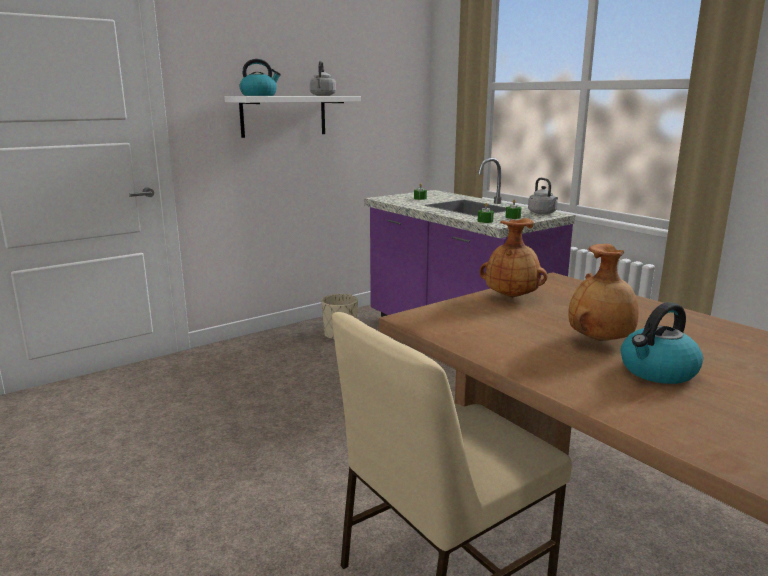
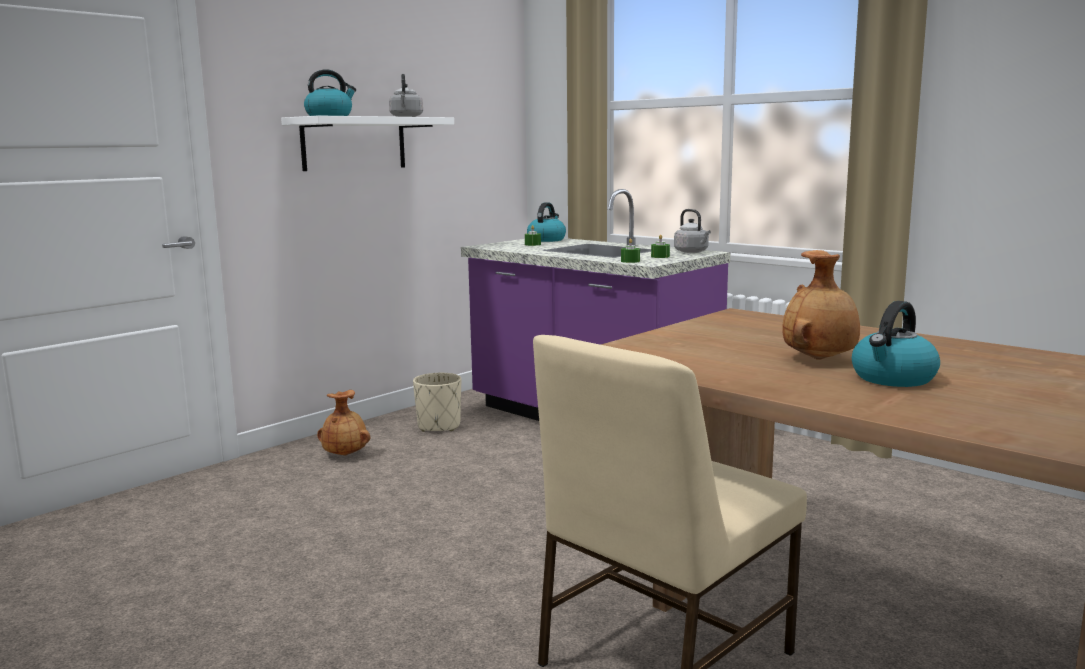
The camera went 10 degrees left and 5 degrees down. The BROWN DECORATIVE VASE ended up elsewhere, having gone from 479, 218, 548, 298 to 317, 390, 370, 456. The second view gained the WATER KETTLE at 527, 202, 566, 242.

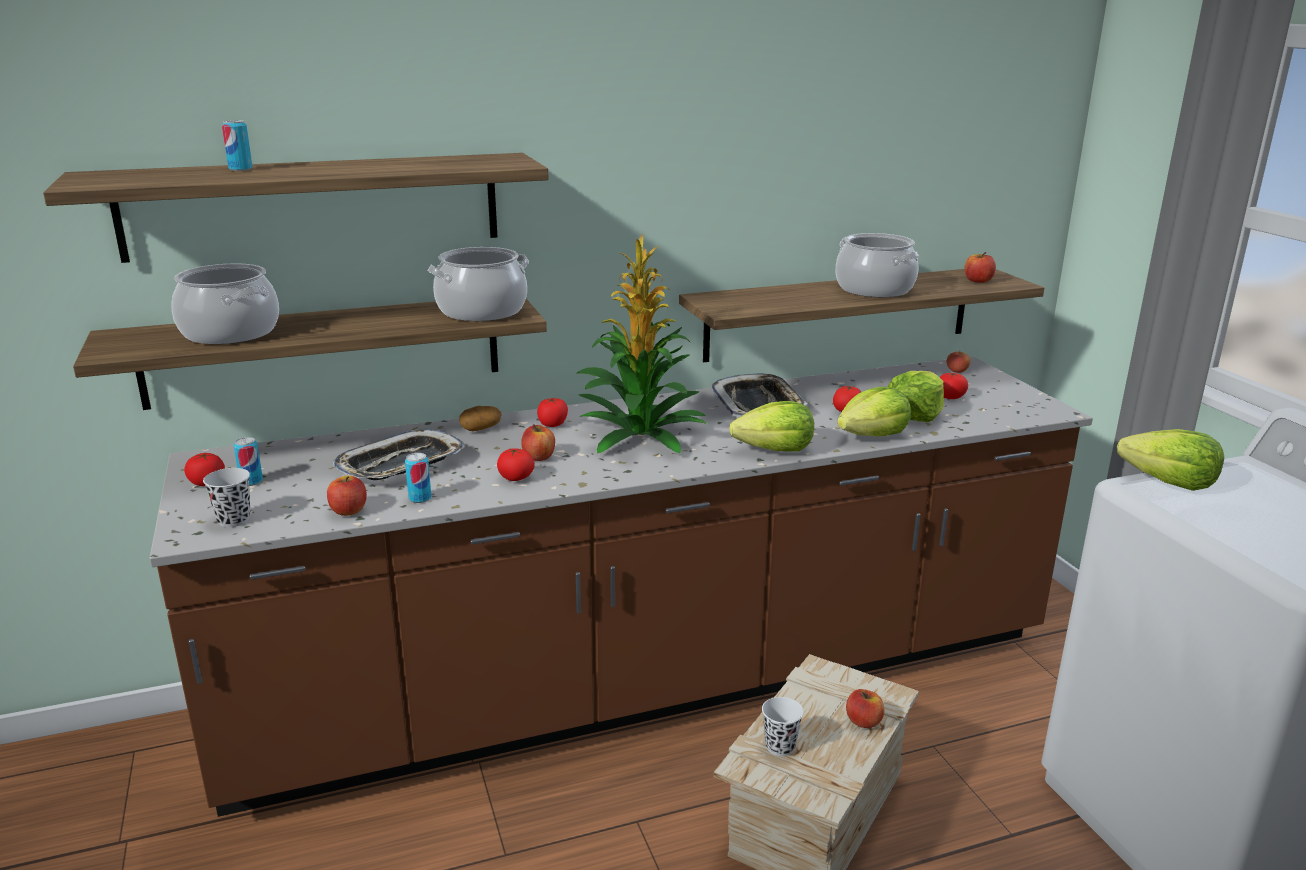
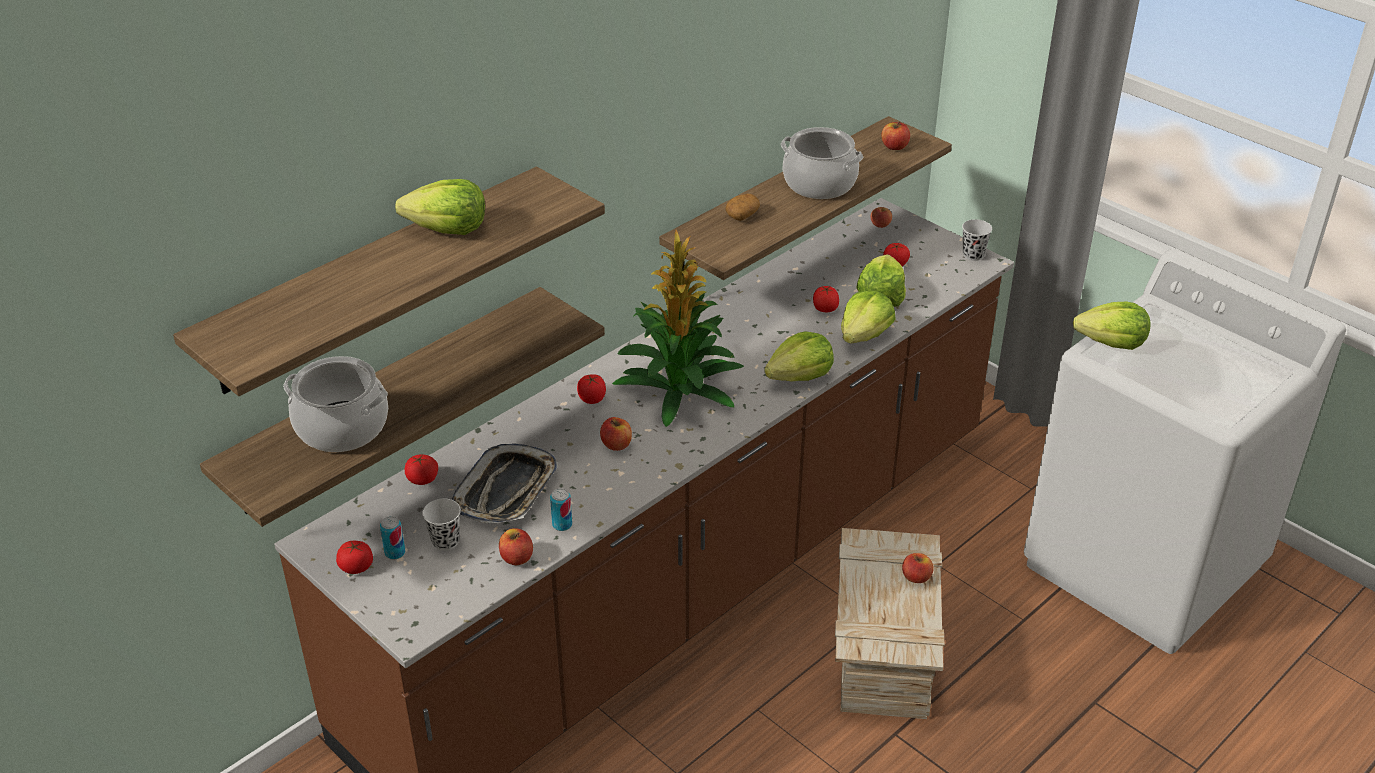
The camera went 25 degrees left and 15 degrees up. The BLACKISH DRINKING CUP ended up elsewhere, having gone from 203, 468, 250, 527 to 962, 219, 992, 261. The second view lost the CAN at 222, 120, 253, 171. The second view lost the STOCKPOT at 428, 247, 529, 321. The WHOLE POTATO ended up elsewhere, having gone from 459, 406, 501, 431 to 725, 194, 760, 221. The TOMATO ended up elsewhere, having gone from 497, 448, 535, 481 to 405, 455, 438, 485. The second view lost the CARRYING TRAY at 711, 373, 808, 417. The WHITE-COLOURED DRINKING CUP ended up elsewhere, having gone from 762, 697, 804, 756 to 422, 499, 461, 551. The second view gained the LETTUCE at 395, 179, 485, 235.

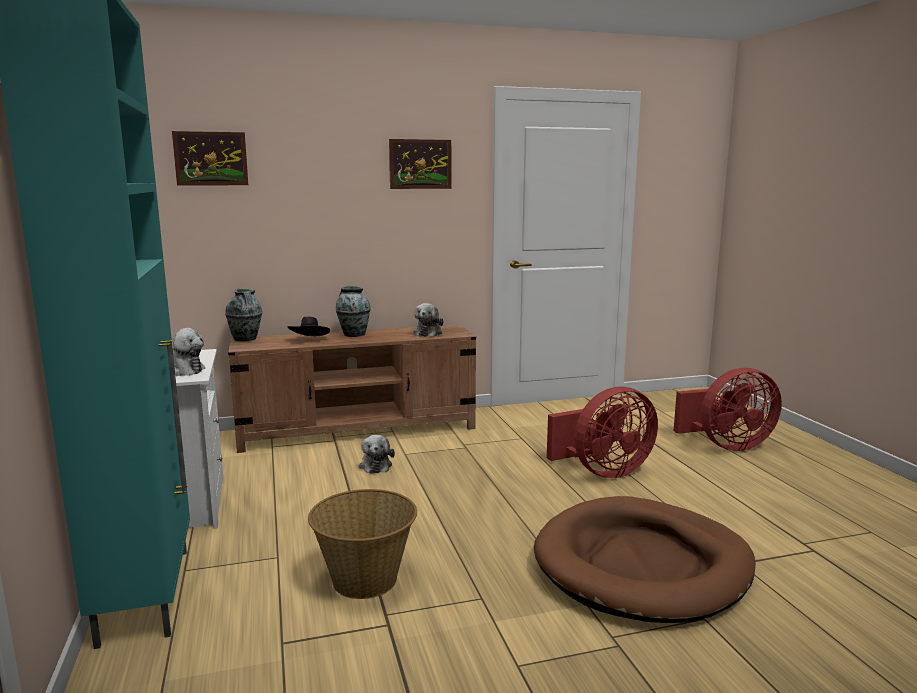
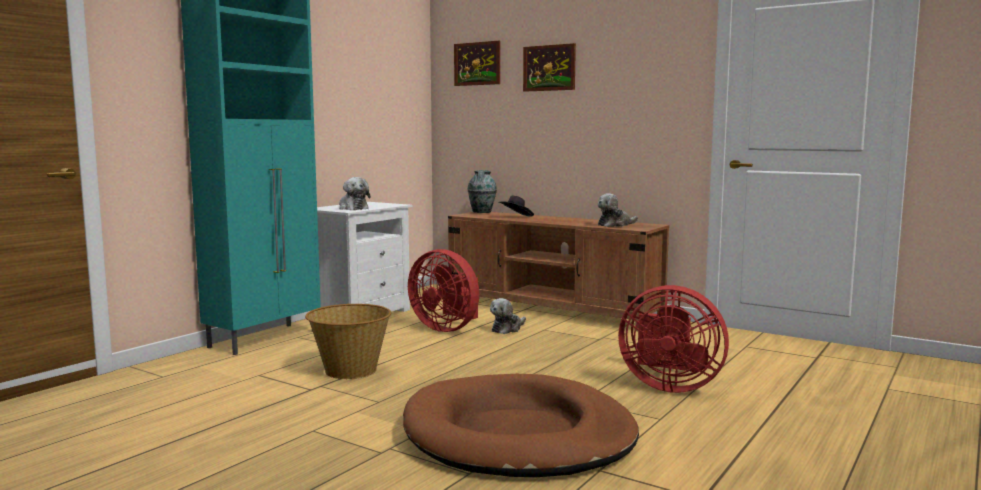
The camera went 50 degrees right and 5 degrees down. The second view lost the DECORATIVE VASE at 336, 286, 371, 337. The WALL ART ended up elsewhere, having gone from 389, 139, 451, 189 to 523, 43, 576, 92. The RED-COLOURED COOLING FAN ended up elsewhere, having gone from 674, 368, 782, 451 to 408, 249, 479, 332.

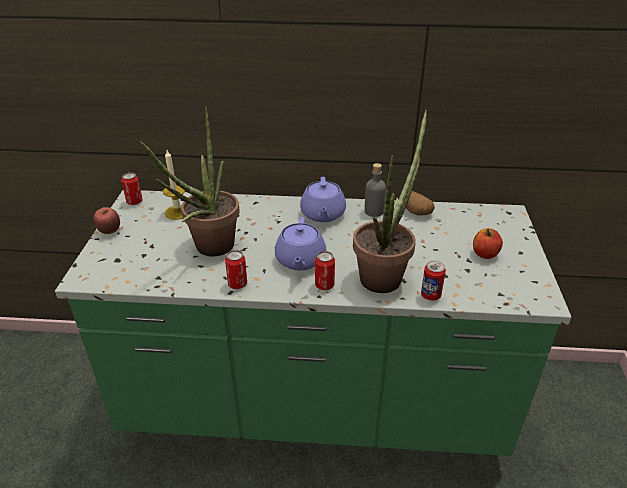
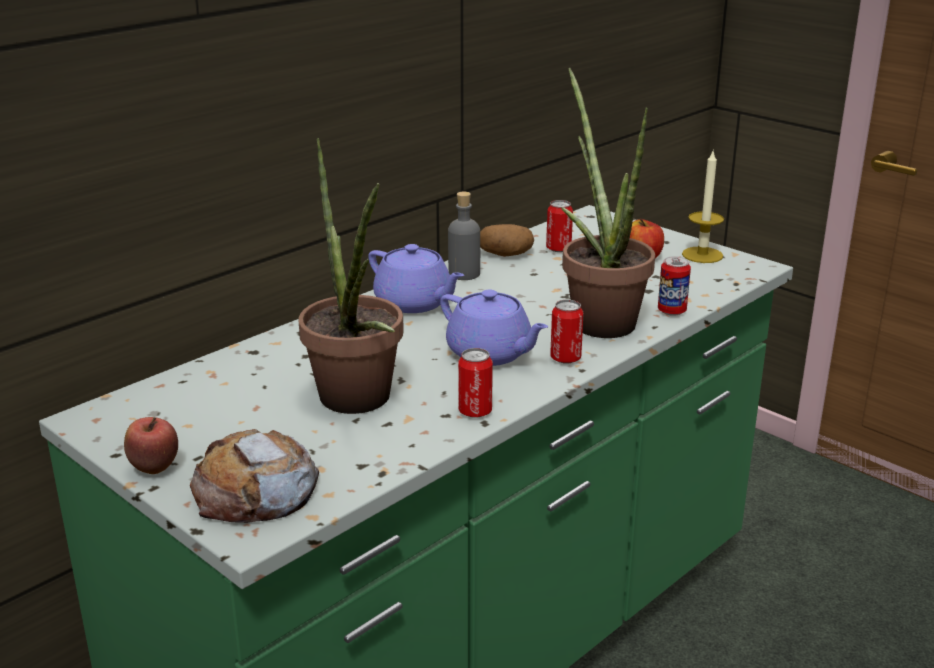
The camera went 50 degrees left and 10 degrees down. The CAN ended up elsewhere, having gone from 121, 172, 143, 205 to 546, 200, 573, 252. The CANDLE ended up elsewhere, having gone from 162, 150, 185, 220 to 682, 151, 724, 263. The second view gained the BAKED BREAD at 190, 429, 319, 523.

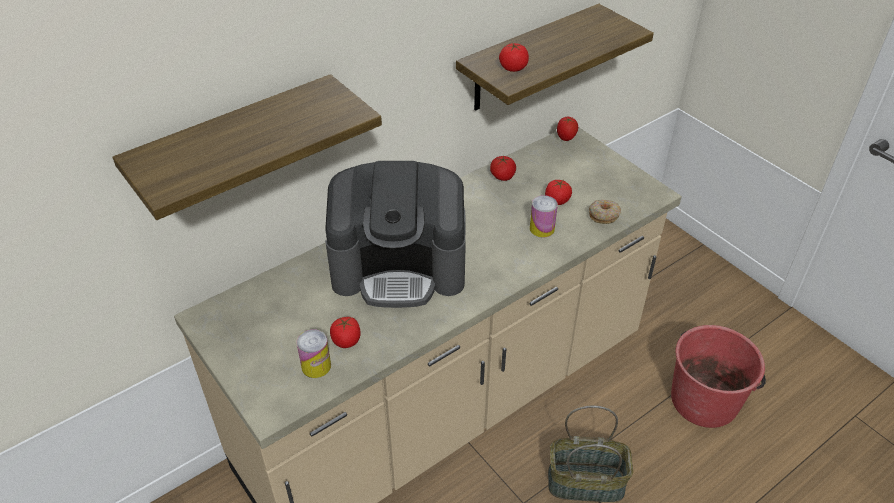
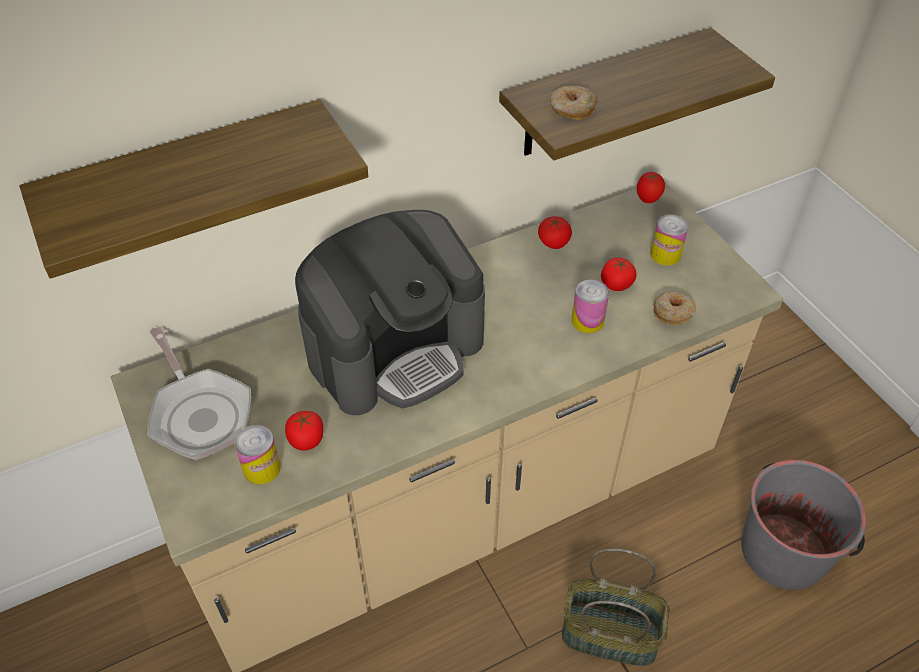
The camera went 10 degrees right and 5 degrees up. The COFFEE BREWER at 325, 161, 466, 308 ended up facing another way, 45 degrees counterclockwise from before. Where the TOMATO stood at 499, 43, 529, 72, the DONUT came to stand at 550, 86, 597, 120. What was the RED-COLOURED PAIL at 671, 325, 766, 428 turned into the GREY PAIL at 741, 460, 866, 590. The second view gained the PAN at 147, 326, 251, 460. The second view gained the CAN at 650, 214, 688, 266.

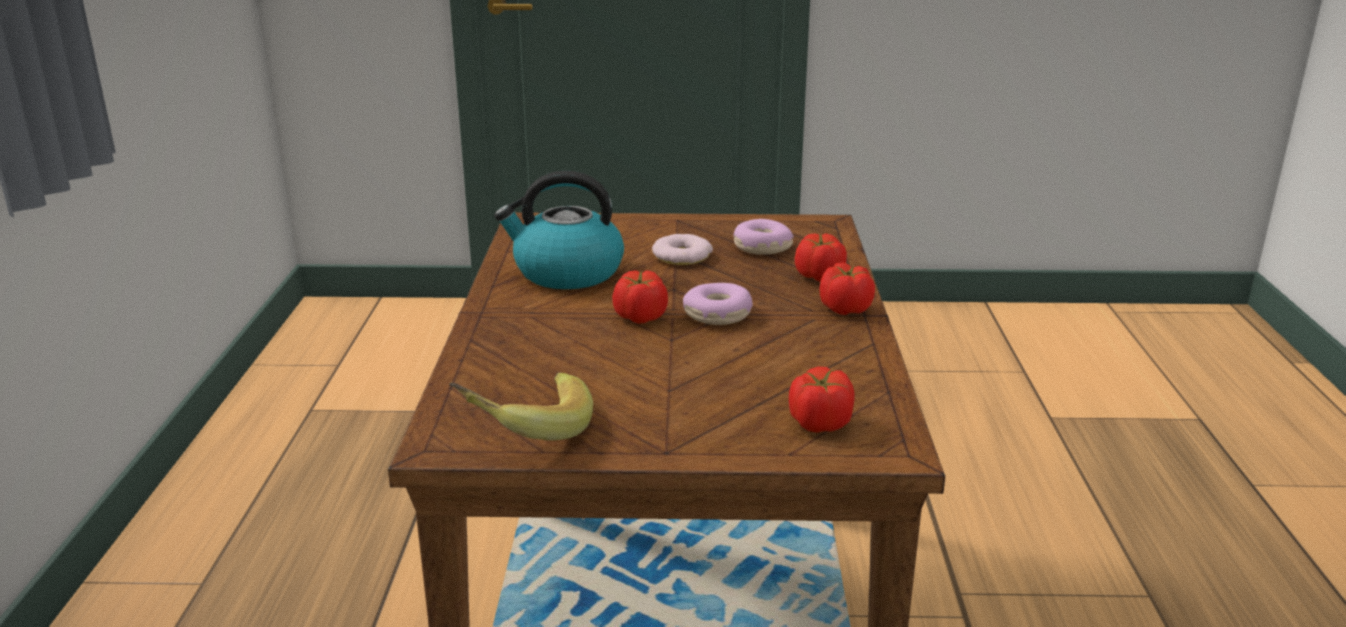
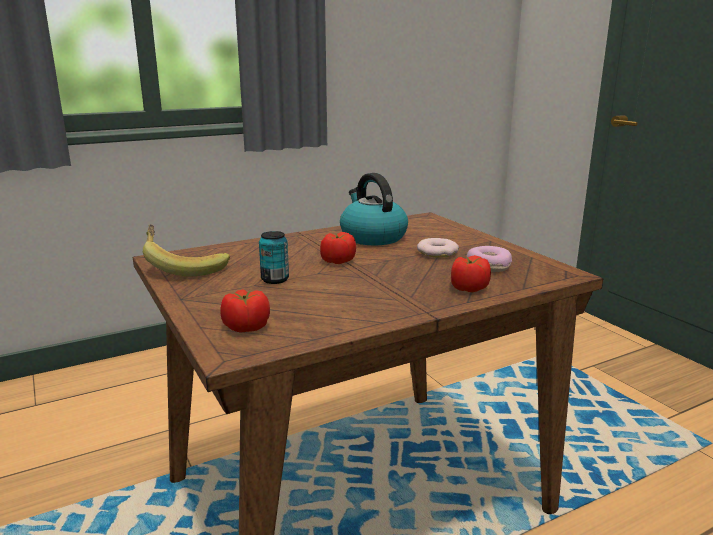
The camera went 60 degrees right and 5 degrees down. The second view lost the DONUT at 683, 283, 753, 325. The second view lost the TOMATO at 820, 262, 875, 315. The second view gained the CAN at 259, 231, 289, 284.

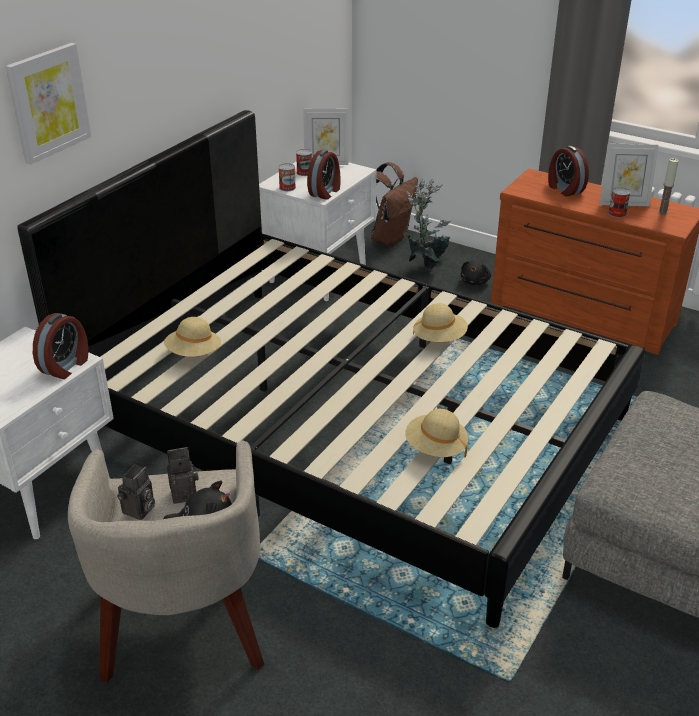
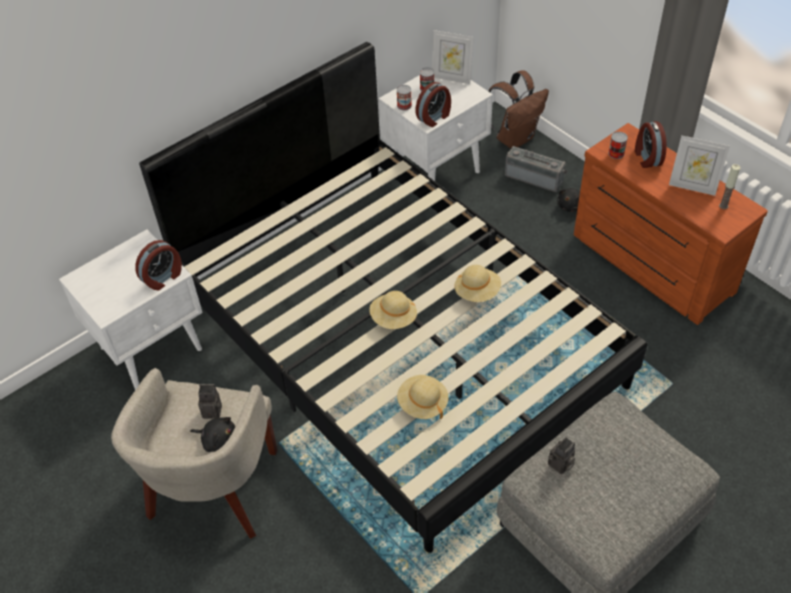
The camera went 20 degrees right and 15 degrees up. The second view lost the WALL ART at 5, 43, 91, 165. The PHOTO CAMERA ended up elsewhere, having gone from 117, 464, 155, 520 to 548, 437, 575, 475. The SAND-COLOURED HAT ended up elsewhere, having gone from 164, 317, 221, 357 to 369, 291, 417, 329. Where the POTTED PLANT stood at 406, 179, 451, 270, the RADIO RECEIVER came to stand at 505, 146, 567, 192. The CAN ended up elsewhere, having gone from 608, 187, 631, 218 to 608, 132, 628, 159.

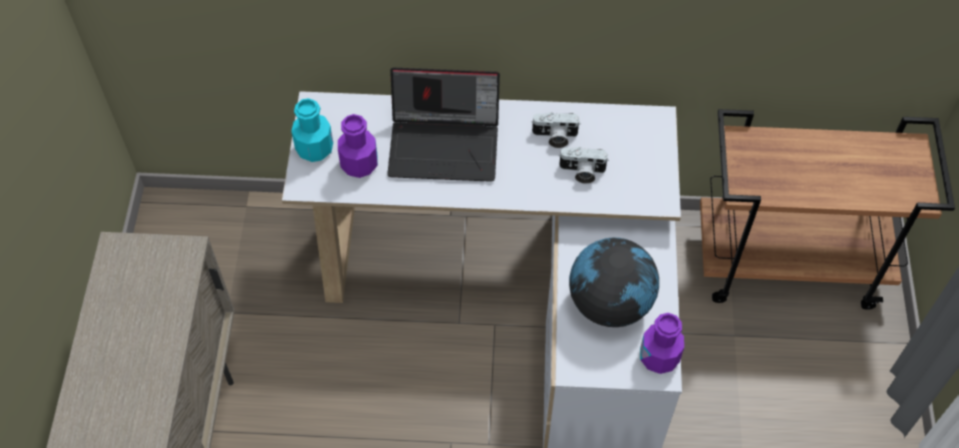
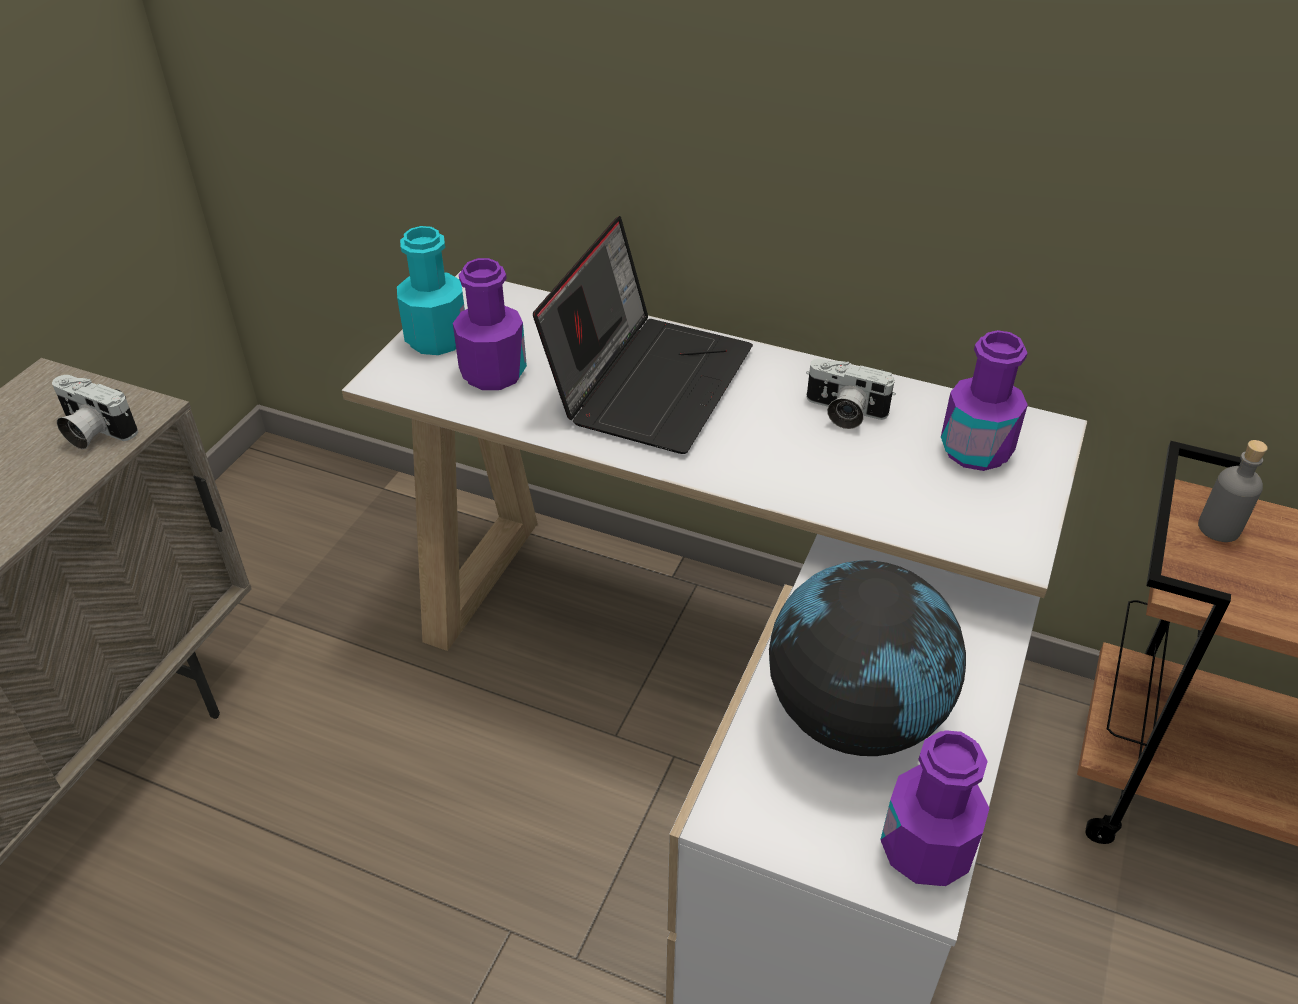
The camera went 20 degrees right and 15 degrees down. The NOTEBOOK COMPUTER at 387, 68, 500, 182 ended up facing another way, 90 degrees counterclockwise from before. The PHOTO CAMERA ended up elsewhere, having gone from 558, 147, 609, 184 to 52, 375, 138, 449. The second view gained the PURPLISH BEVERAGE BOTTLE at 941, 330, 1028, 471. The second view gained the GREY BEVERAGE BOTTLE at 1198, 440, 1268, 542.

